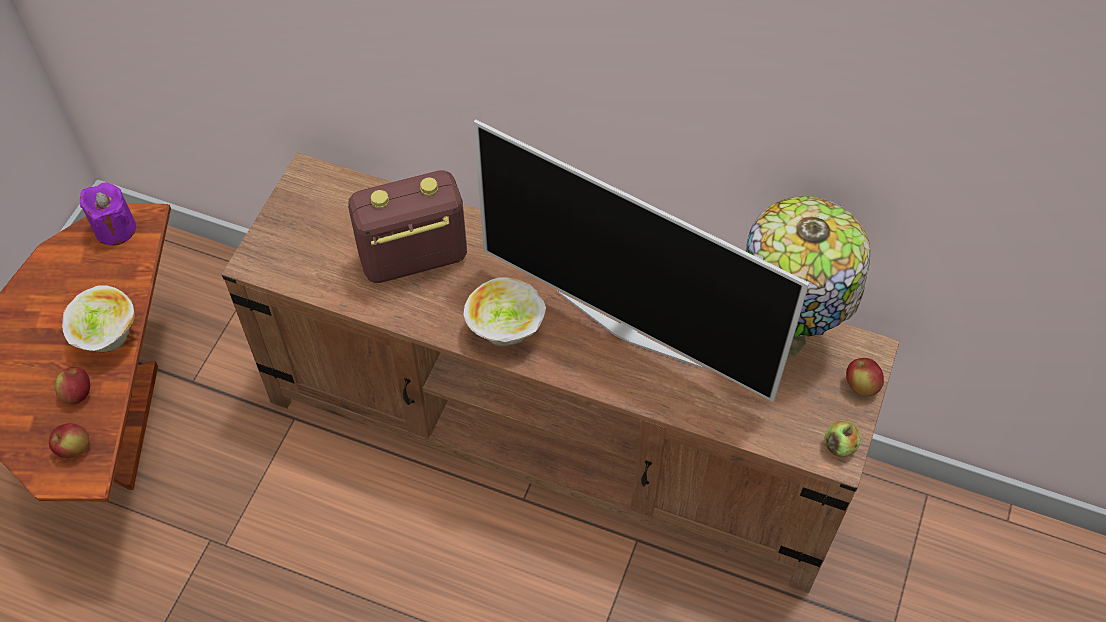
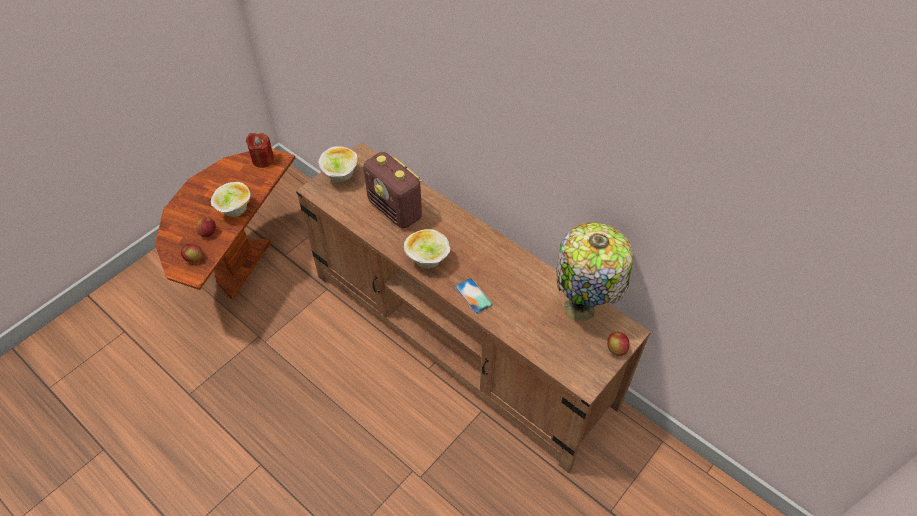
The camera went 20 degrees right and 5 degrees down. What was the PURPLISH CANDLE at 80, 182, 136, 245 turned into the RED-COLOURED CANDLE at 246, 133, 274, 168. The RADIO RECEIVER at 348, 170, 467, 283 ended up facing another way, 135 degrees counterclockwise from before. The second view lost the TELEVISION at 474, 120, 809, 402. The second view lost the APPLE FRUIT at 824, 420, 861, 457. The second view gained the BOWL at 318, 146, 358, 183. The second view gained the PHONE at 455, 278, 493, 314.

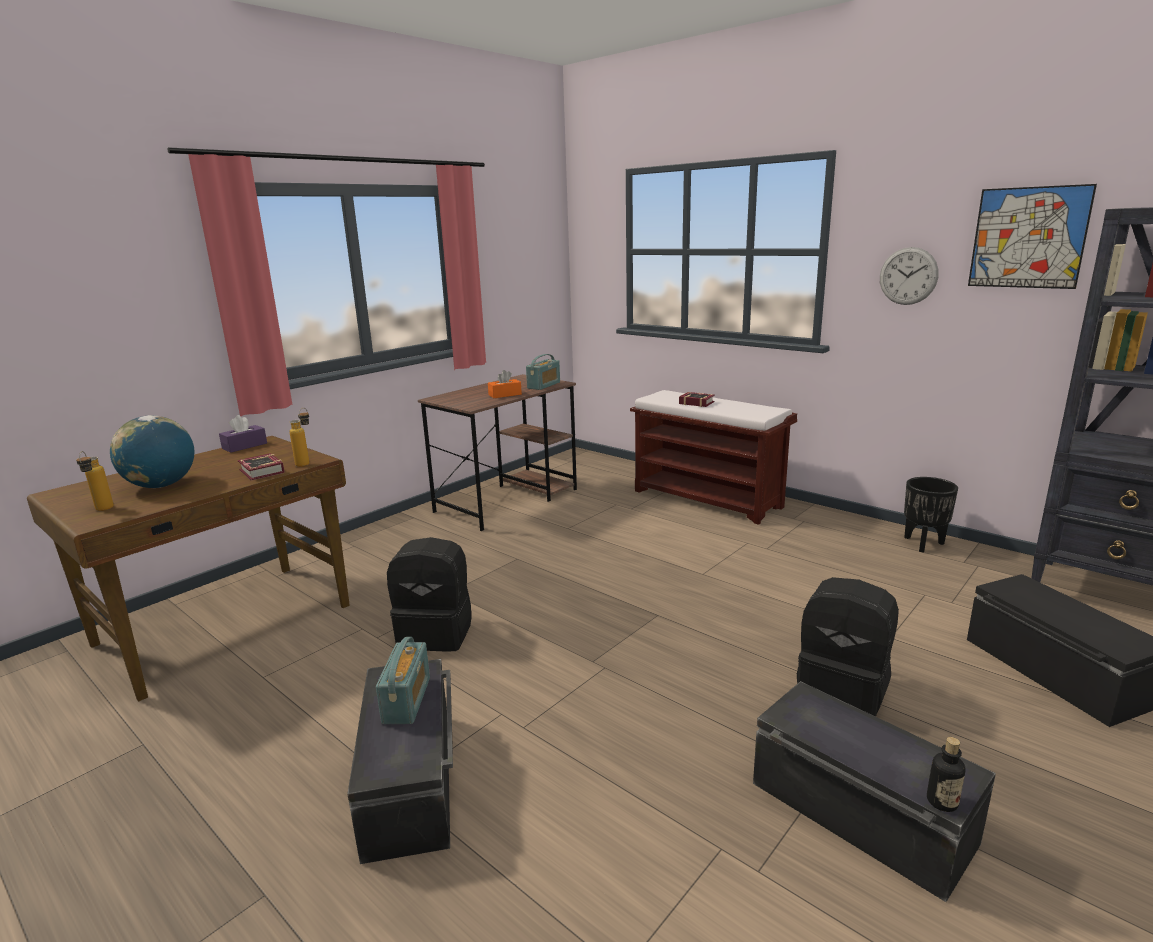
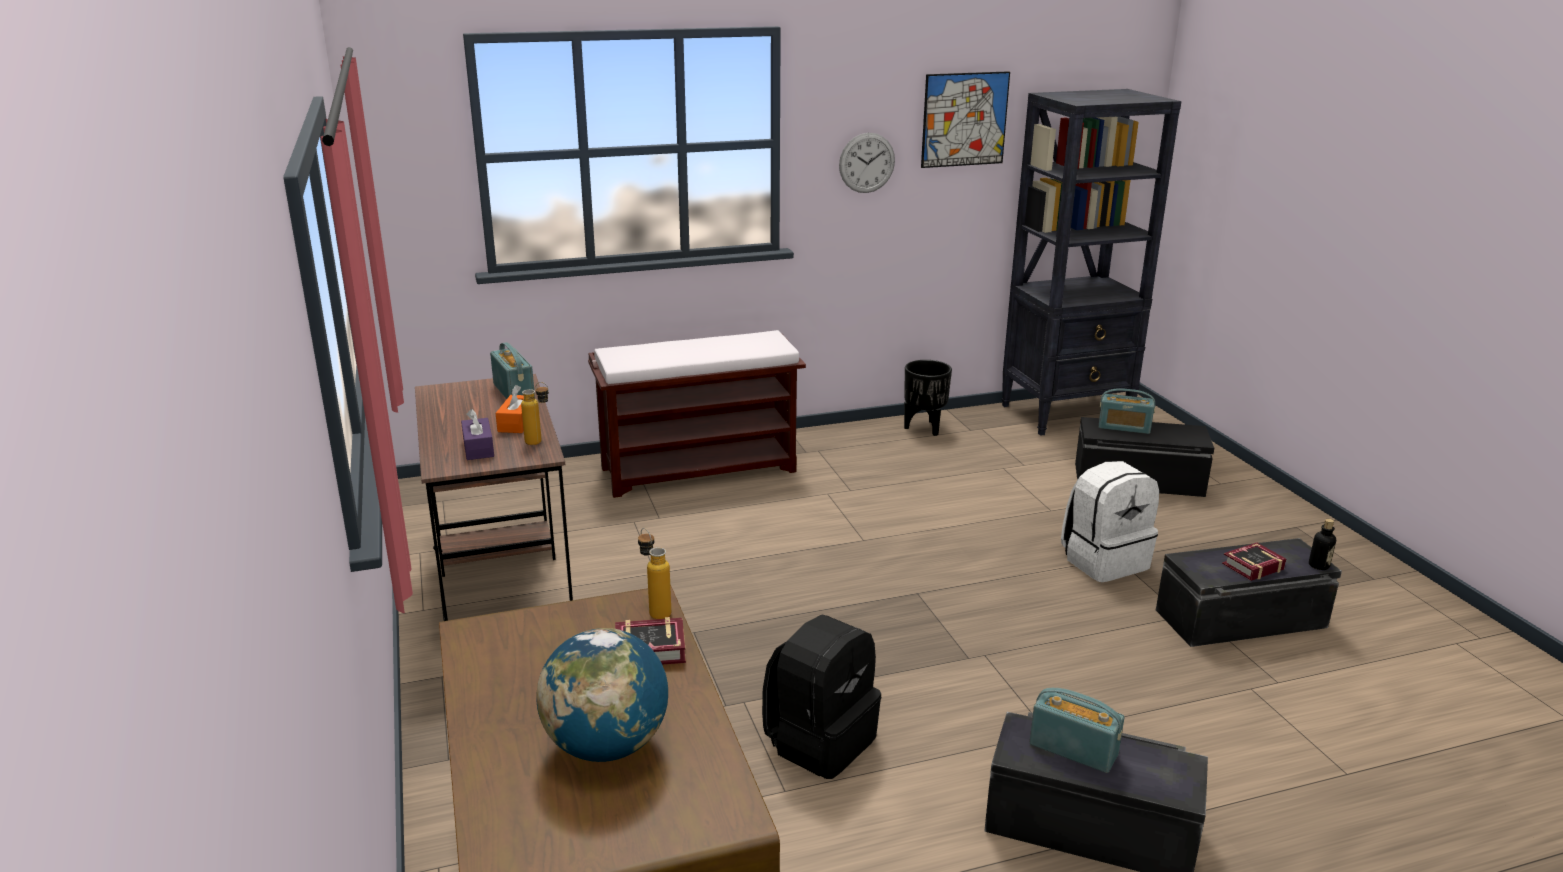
The camera went 60 degrees left and 5 degrees up. The BEVERAGE BOTTLE ended up elsewhere, having gone from 76, 451, 114, 511 to 521, 382, 549, 445. The PURPLISH TISSUE HOLDER ended up elsewhere, having gone from 219, 415, 267, 452 to 461, 409, 494, 460. The BOUND BOOK ended up elsewhere, having gone from 679, 392, 715, 407 to 1222, 543, 1286, 581. What was the BLACKISH RUCKSACK at 797, 577, 899, 717 turned into the WHITE-COLOURED RUCKSACK at 1061, 461, 1159, 582. The second view gained the RADIO RECEIVER at 1099, 388, 1155, 434.

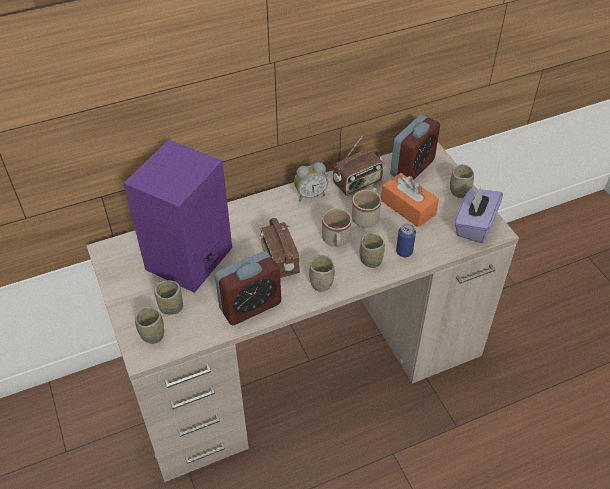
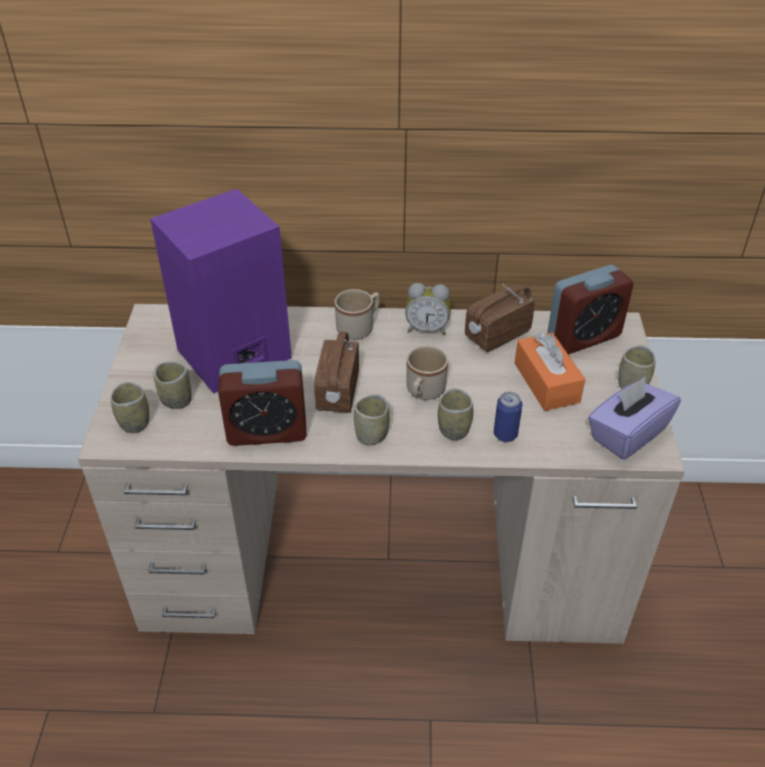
The camera went 25 degrees right and 5 degrees down. The RADIO RECEIVER at 333, 135, 383, 196 ended up facing another way, 150 degrees clockwise from before. The SAND-COLOURED TEA MUG ended up elsewhere, having gone from 352, 188, 381, 228 to 335, 289, 379, 340.

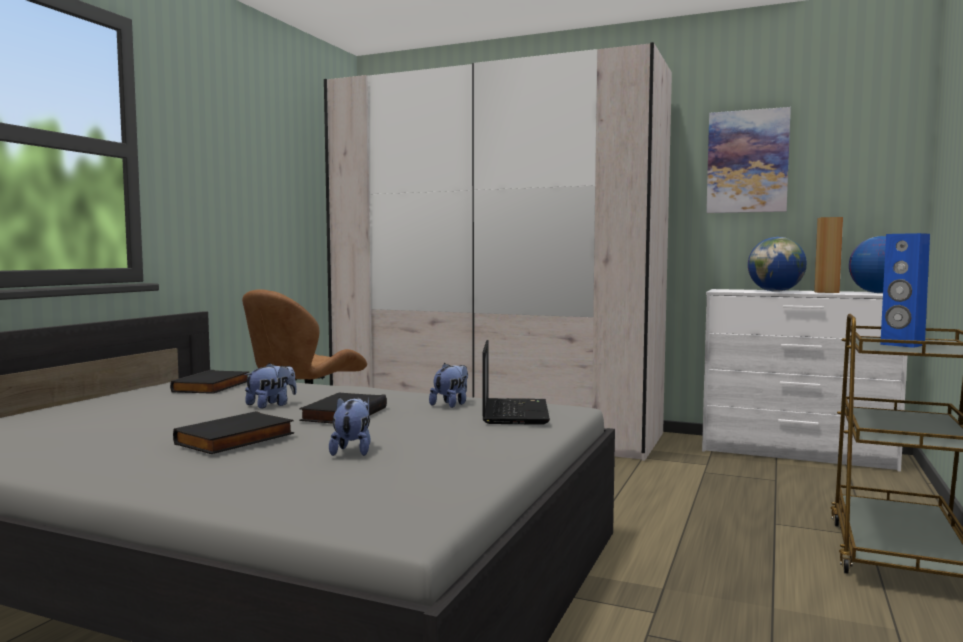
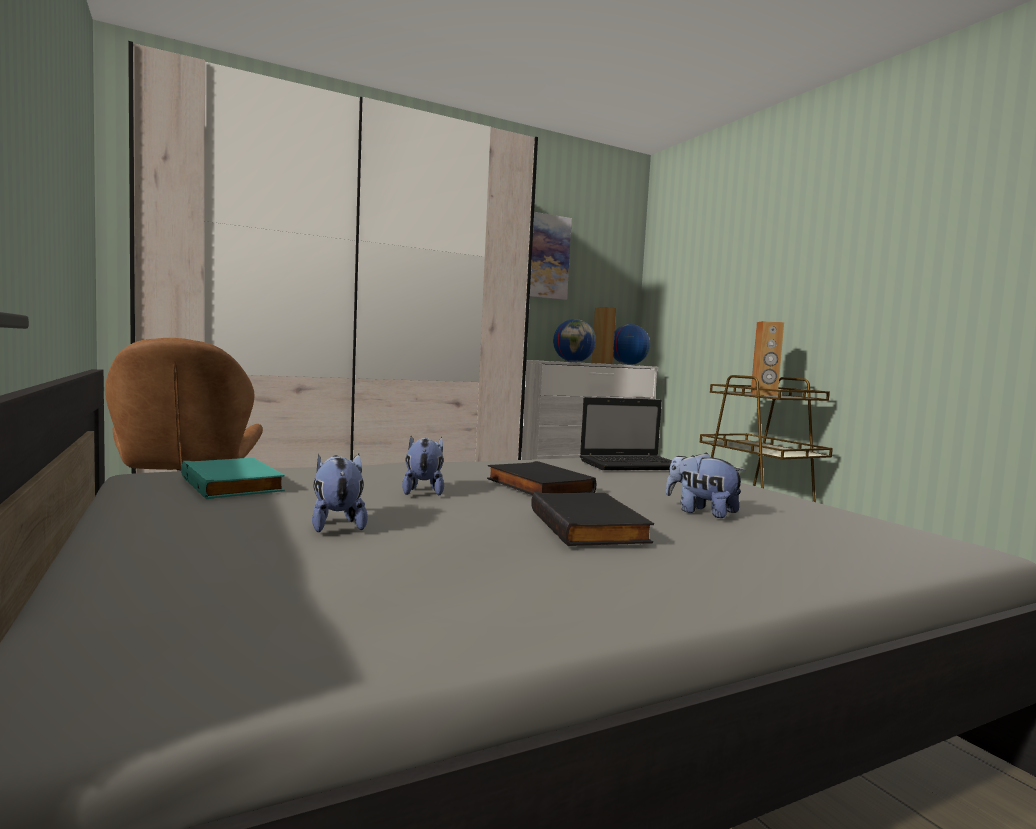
The camera went 50 degrees left and 0 degrees up. What was the BLACKISH BOUND BOOK at 170, 370, 249, 394 turned into the TURQUOISE BOUND BOOK at 181, 458, 285, 499. The SOFT TOY ended up elsewhere, having gone from 429, 363, 468, 408 to 312, 454, 368, 532. The NOTEBOOK COMPUTER at 482, 340, 550, 425 ended up facing another way, 120 degrees clockwise from before. What was the BLUE SPEAKER at 880, 233, 930, 348 turned into the BROWN SPEAKER at 751, 321, 784, 396.

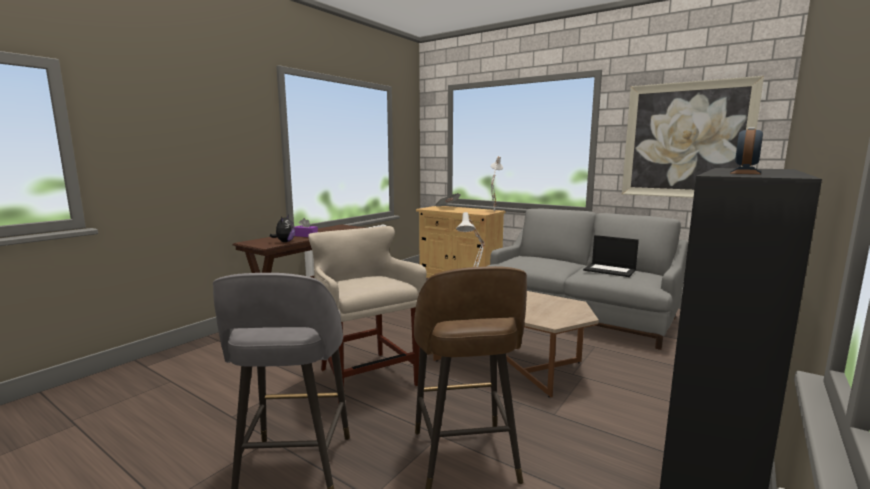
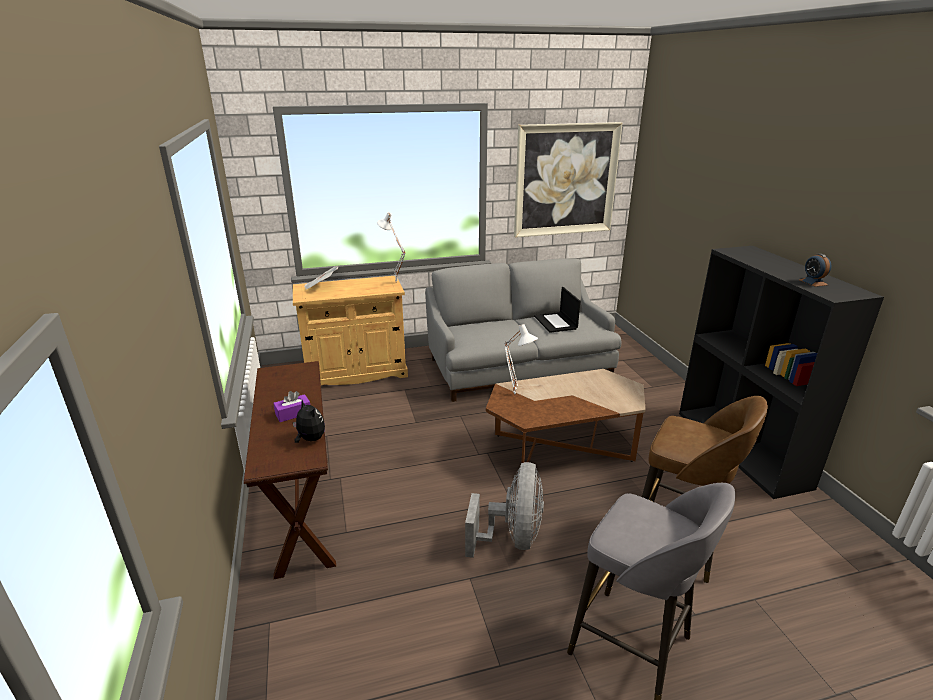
The camera went 50 degrees left and 15 degrees up. Where the SAND-COLOURED SITTING STOOL stood at 308, 226, 427, 404, the GREY COOLING FAN came to stand at 465, 462, 544, 558. The NOTEBOOK COMPUTER at 583, 235, 639, 277 ended up facing another way, 90 degrees clockwise from before.

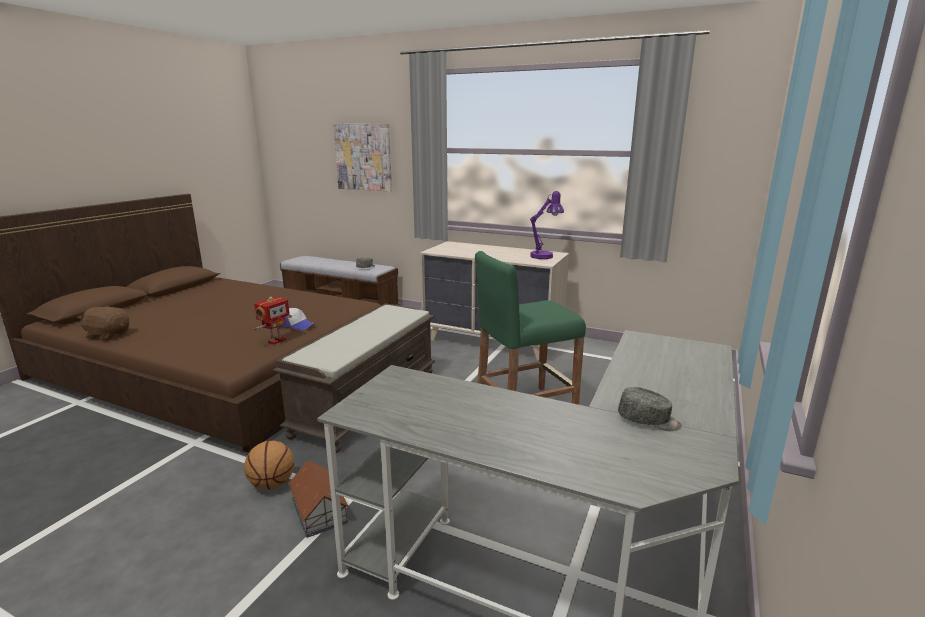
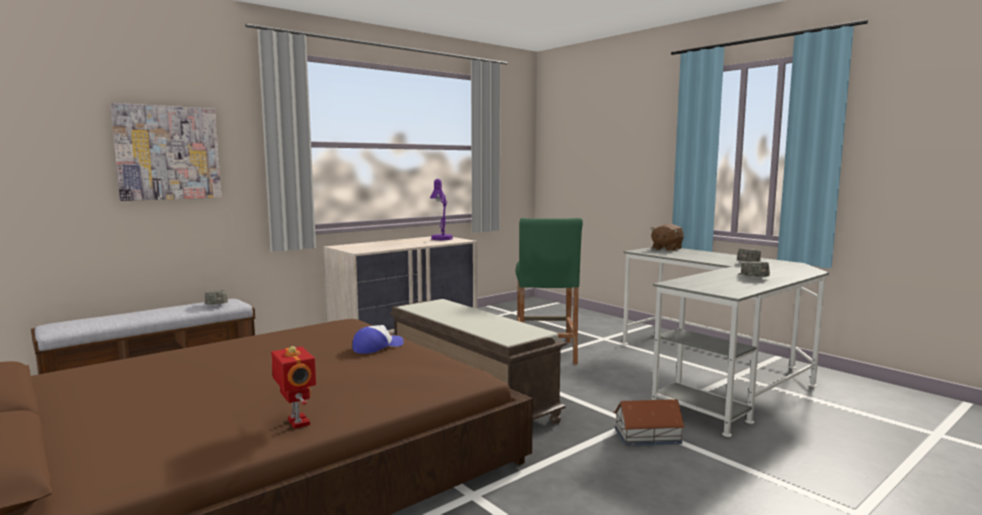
The camera went 65 degrees left and 10 degrees down. The BROWN SOFT TOY ended up elsewhere, having gone from 77, 306, 129, 341 to 650, 224, 684, 251. The second view lost the BASKETBALL at 244, 441, 294, 490. The TOY ROBOT ended up elsewhere, having gone from 254, 297, 292, 345 to 271, 346, 316, 429. The second view gained the GREY BASEBALL CAP at 738, 262, 770, 277.

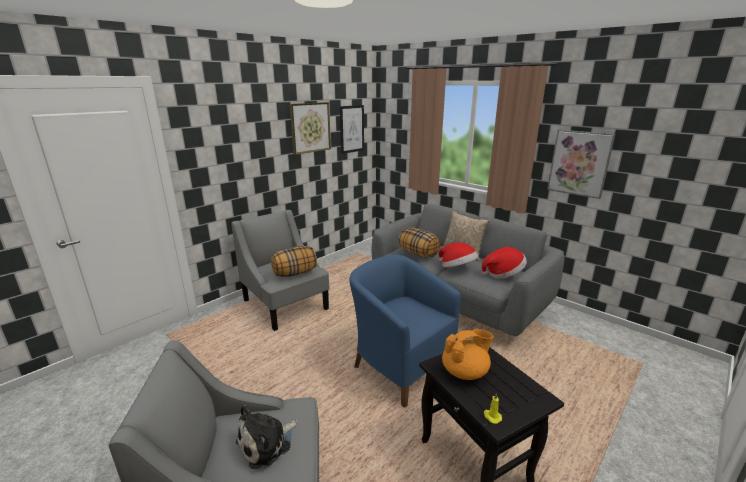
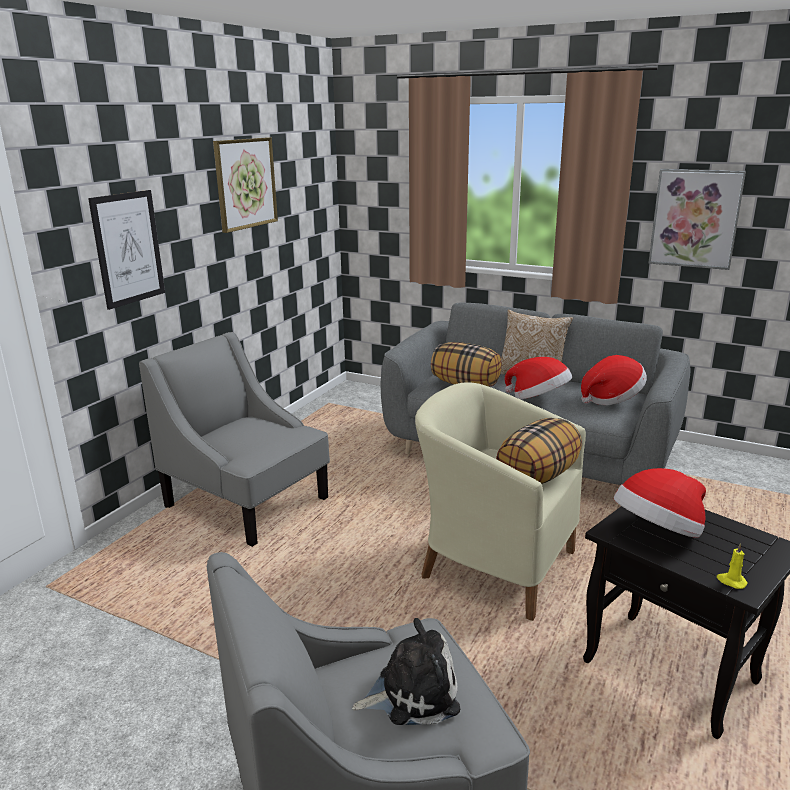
The camera went 15 degrees left and 0 degrees up. The SOFT TOY at 236, 405, 298, 469 ended up facing another way, 135 degrees counterclockwise from before. The THROW PILLOW ended up elsewhere, having gone from 271, 246, 317, 277 to 496, 418, 582, 484. The WALL ART ended up elsewhere, having gone from 340, 105, 364, 154 to 88, 190, 165, 310. What was the BLUE LOUNGE CHAIR at 349, 255, 461, 408 turned into the SAND-COLOURED LOUNGE CHAIR at 415, 382, 586, 621. Where the ORANGEY TEA POT stood at 442, 329, 494, 380, the HAT came to stand at 614, 468, 706, 538.

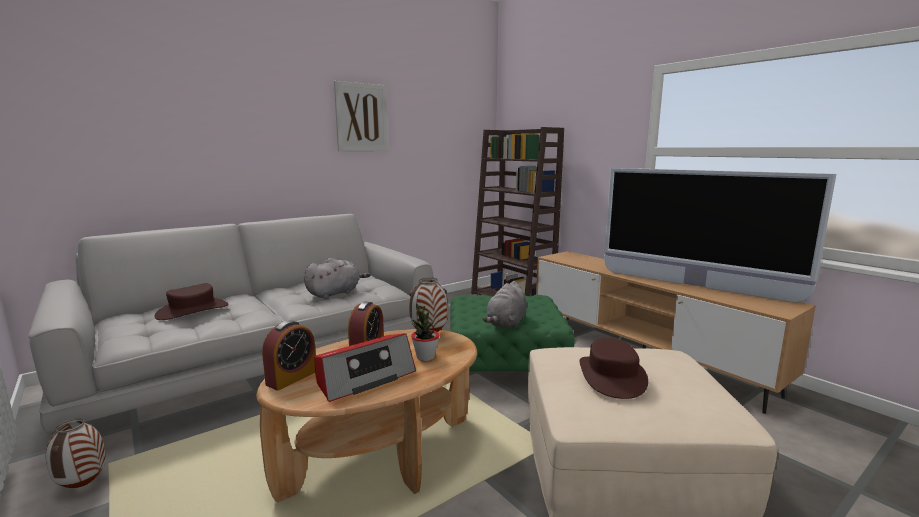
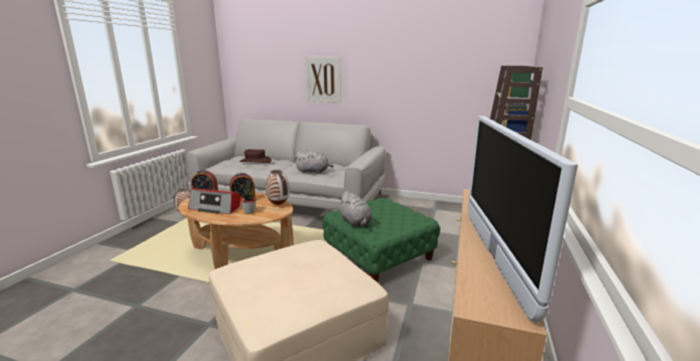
The camera went 55 degrees right and 5 degrees up. The WALL ART ended up elsewhere, having gone from 334, 81, 388, 151 to 306, 57, 341, 103. The GREY SOFT TOY at 483, 281, 527, 329 ended up facing another way, 105 degrees counterclockwise from before. The second view lost the BROWN HAT at 580, 338, 648, 399.

